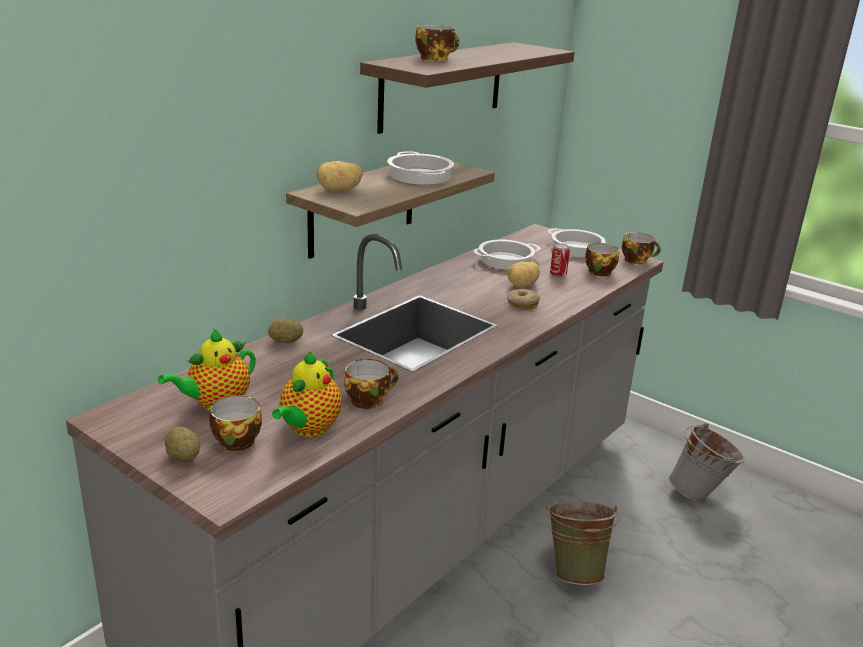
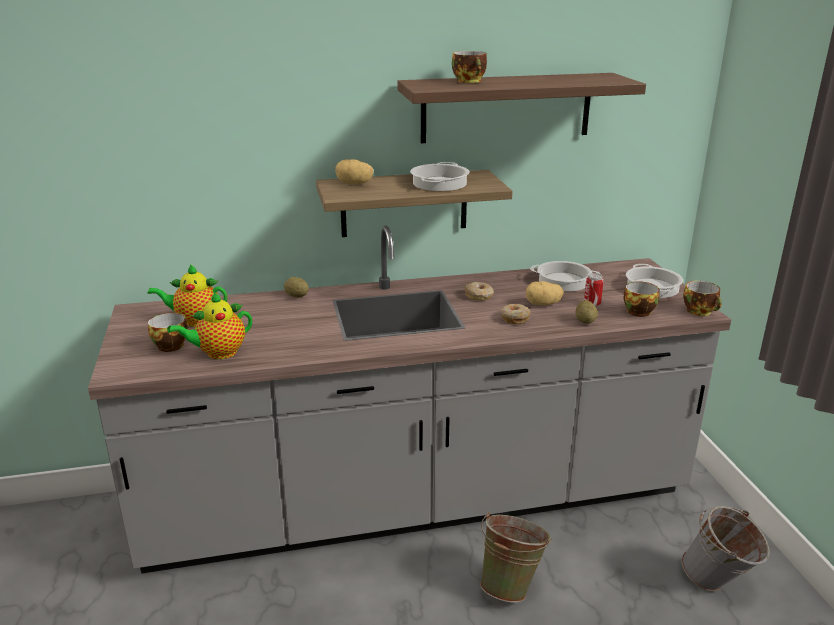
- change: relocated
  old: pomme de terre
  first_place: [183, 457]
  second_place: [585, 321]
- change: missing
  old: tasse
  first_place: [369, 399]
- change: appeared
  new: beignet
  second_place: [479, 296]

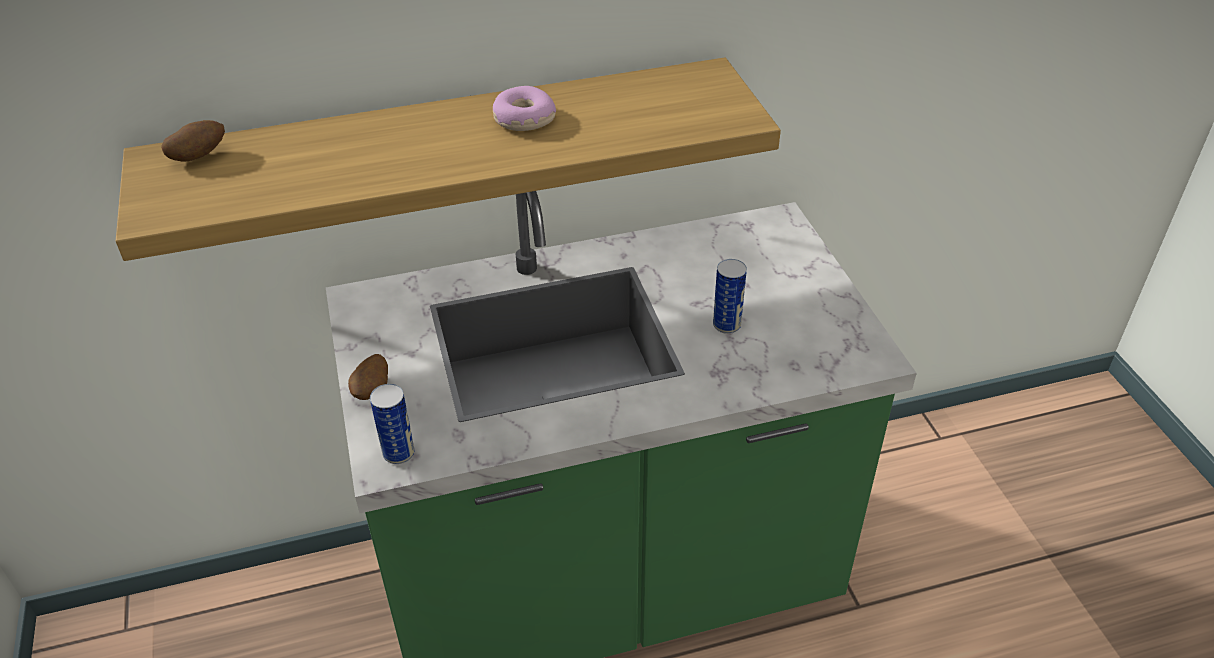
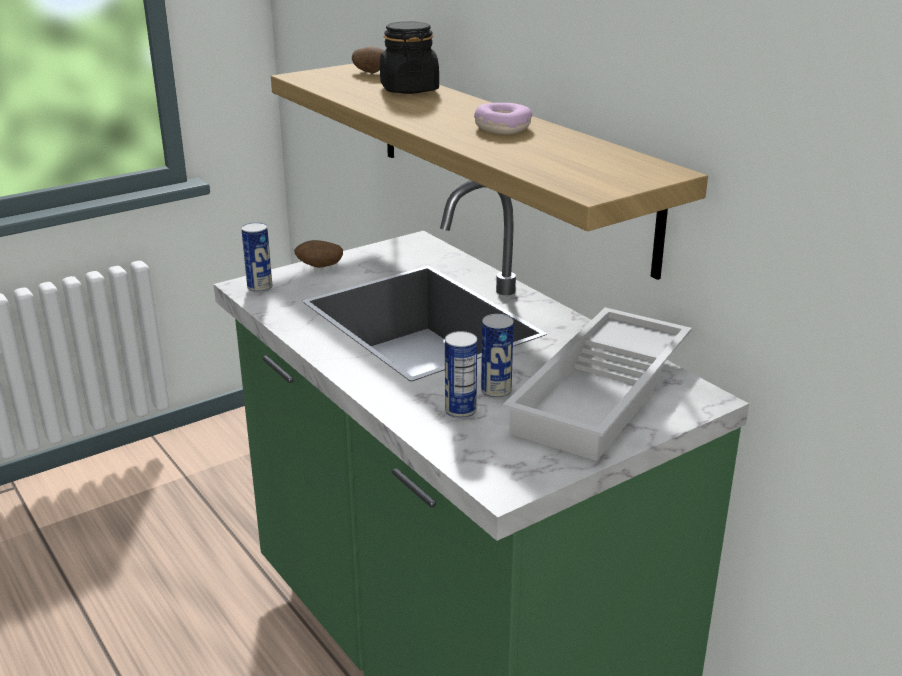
- change: appeared
  new: bocal/noir
  second_place: [409, 89]
- change: appeared
  new: boîte métallique
  second_place: [460, 411]
- change: appeared
  new: plateau/blanc
  second_place: [604, 394]

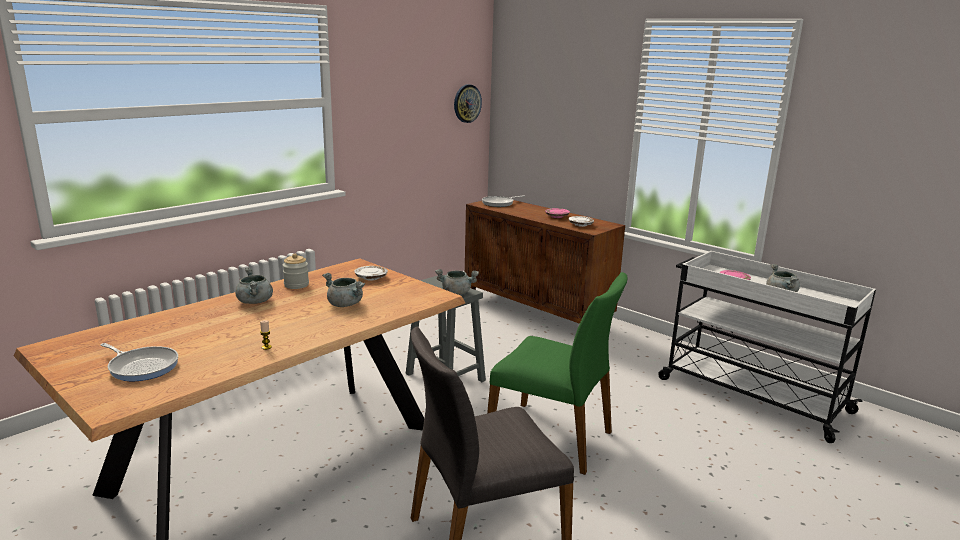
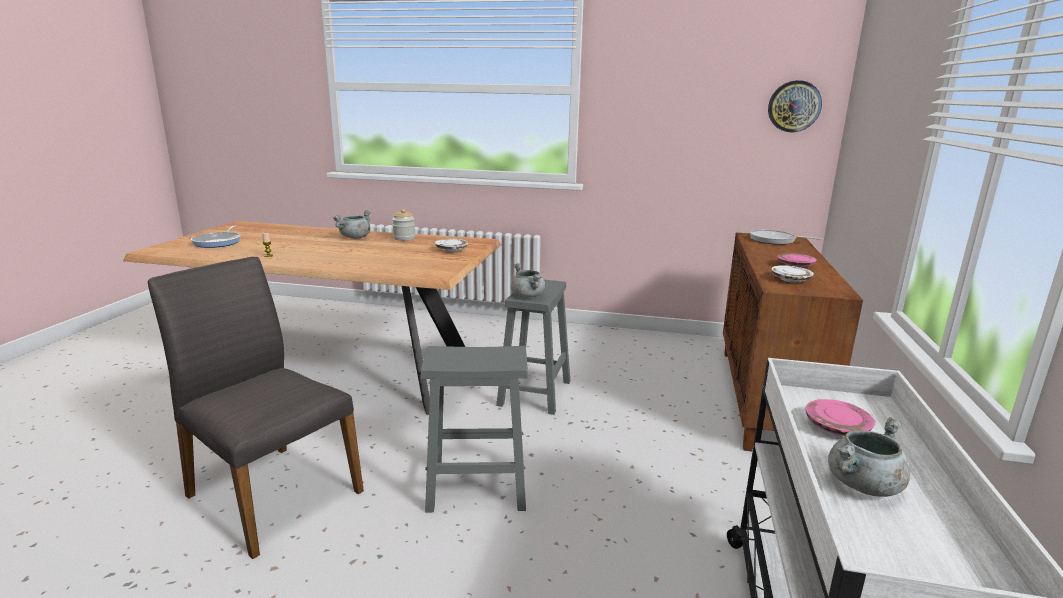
- change: missing
  old: marmite/gris
  first_place: [345, 304]
- change: exchanged
  old: chaise/vert
  new: tabouret/gris
  first_place: [552, 438]
  second_place: [475, 487]

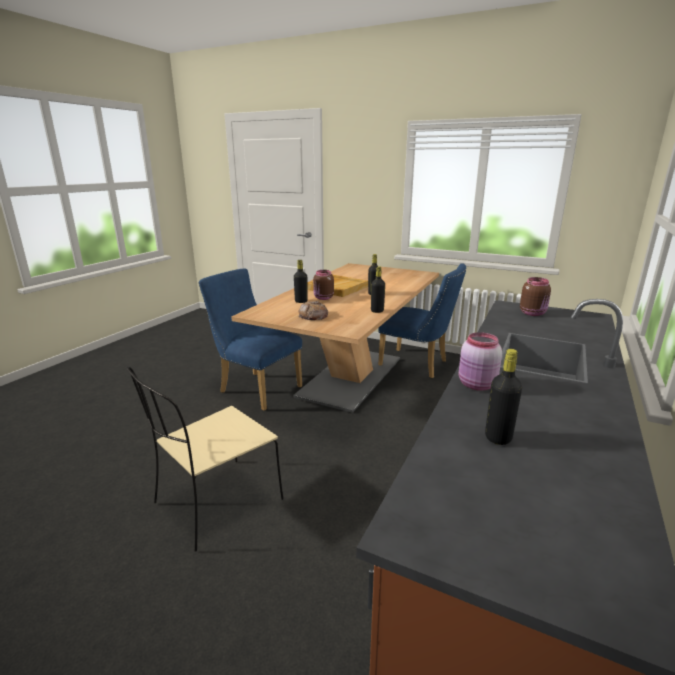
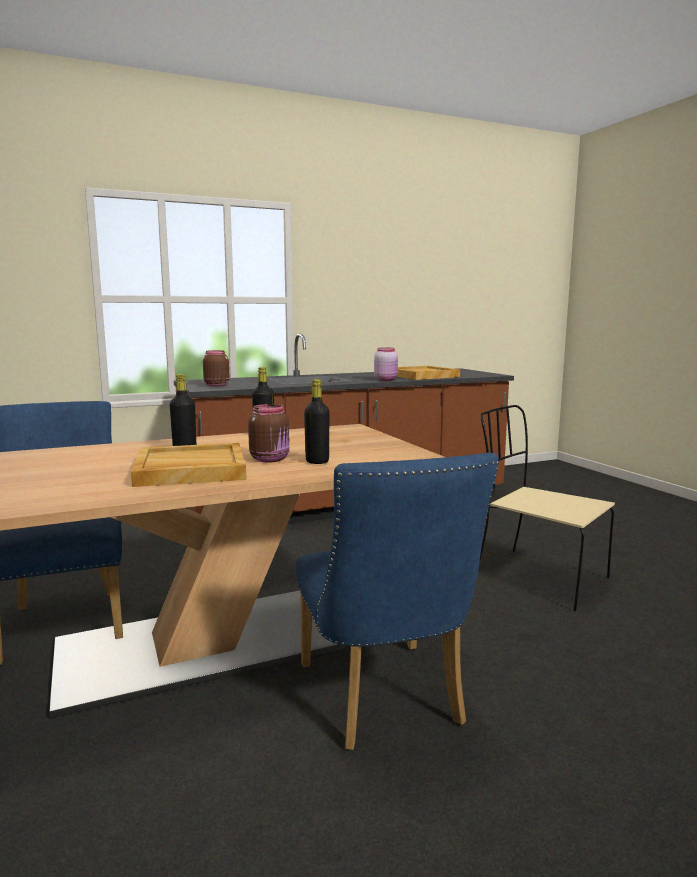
- change: spun
  old: chaise/beige
  first_place: [216, 503]
  second_place: [537, 577]
  degrees: -135
- change: missing
  old: pain
  first_place: [313, 315]
- change: exchanged
  old: bouteille/noir
  new: plateau/beige
  first_place: [498, 437]
  second_place: [421, 376]

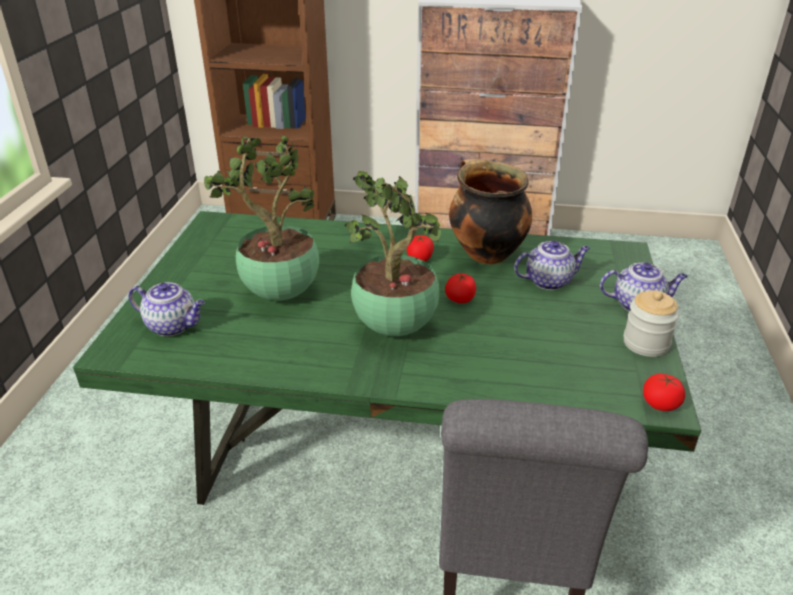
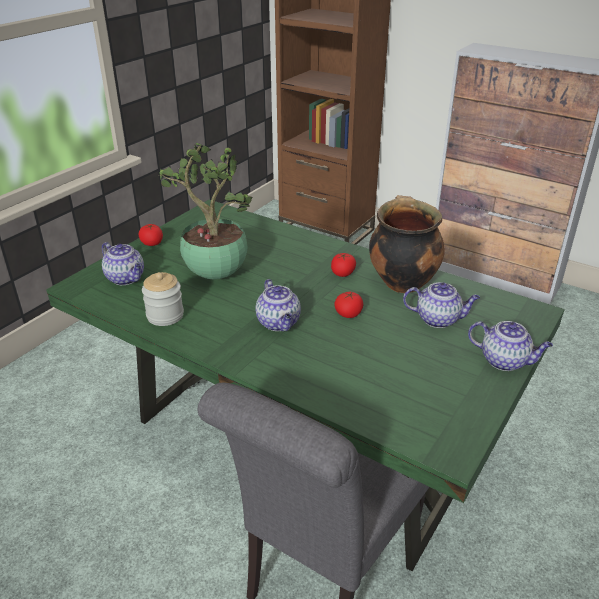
- change: exchanged
  old: plante en pot
  new: théière
  first_place: [397, 328]
  second_place: [279, 323]
- change: relocated
  old: bocal
  first_place: [646, 343]
  second_place: [165, 316]
- change: relocated
  old: tomate
  first_place: [660, 404]
  second_place: [152, 243]

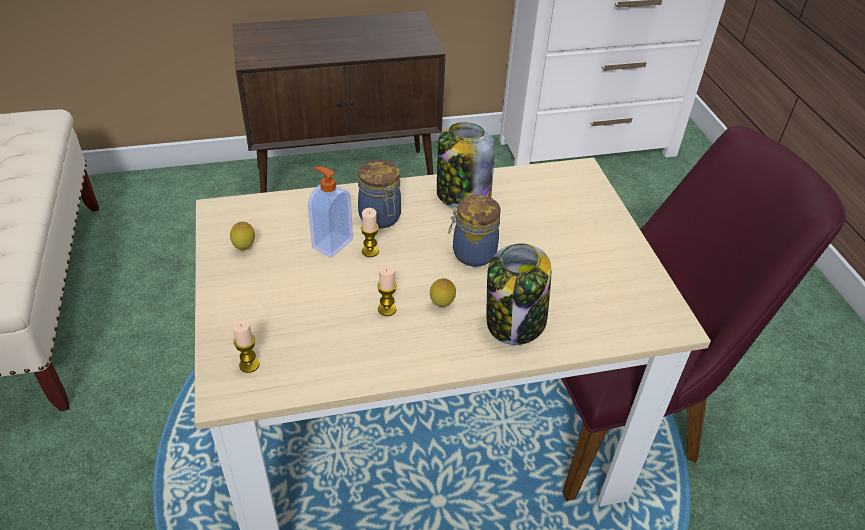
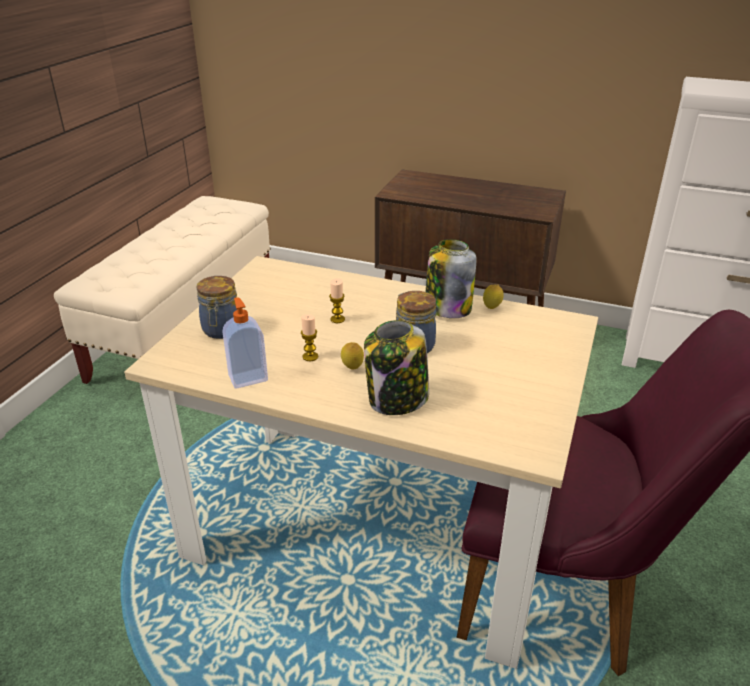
- change: relocated
  old: citron
  first_place: [245, 248]
  second_place: [491, 308]
- change: missing
  old: bougie
  first_place: [249, 365]
- change: relocated
  old: distributeur de savon
  first_place: [331, 243]
  second_place: [248, 377]
- change: relocated
  old: bocal
  first_place: [380, 218]
  second_place: [221, 331]

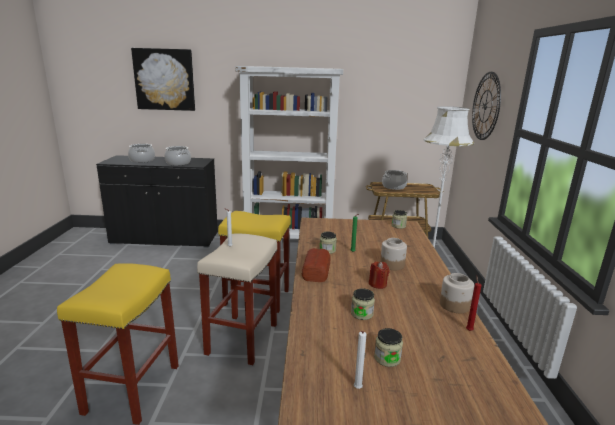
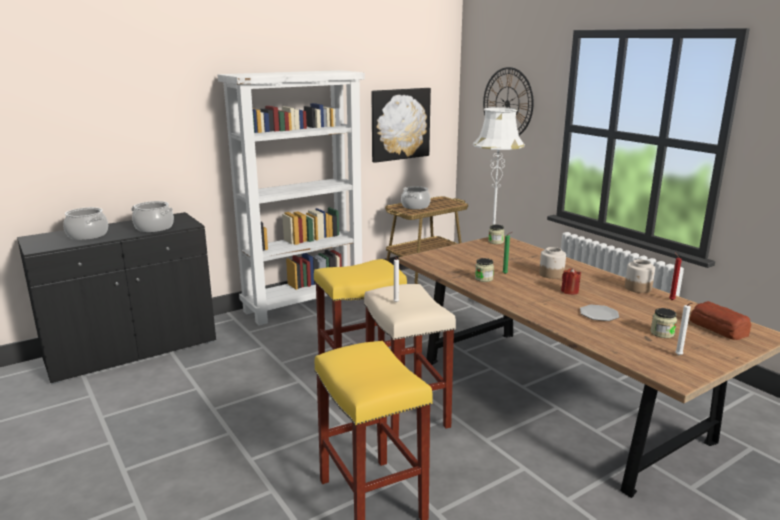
- change: relocated
  old: tableau
  first_place: [164, 79]
  second_place: [400, 124]
- change: relocated
  old: pain
  first_place: [316, 271]
  second_place: [718, 327]
- change: exchanged
  old: bocal
  new: assiette
  first_place: [362, 314]
  second_place: [599, 314]

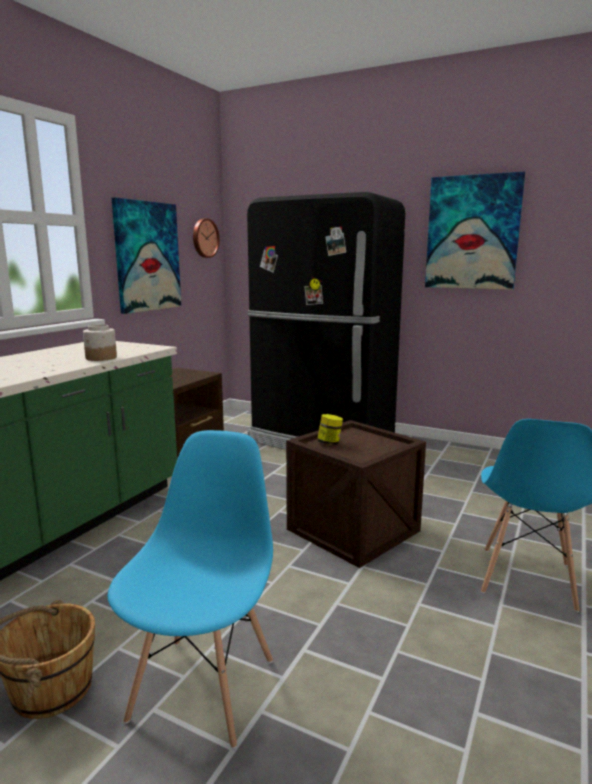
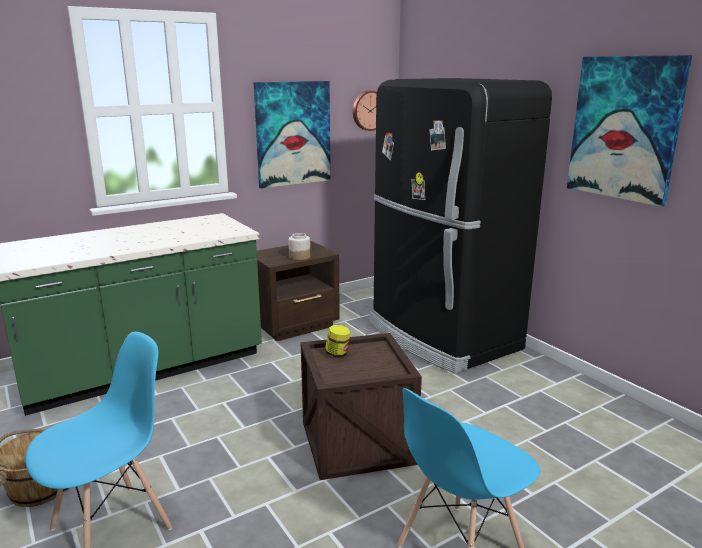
- change: relocated
  old: bocal
  first_place: [101, 358]
  second_place: [299, 257]

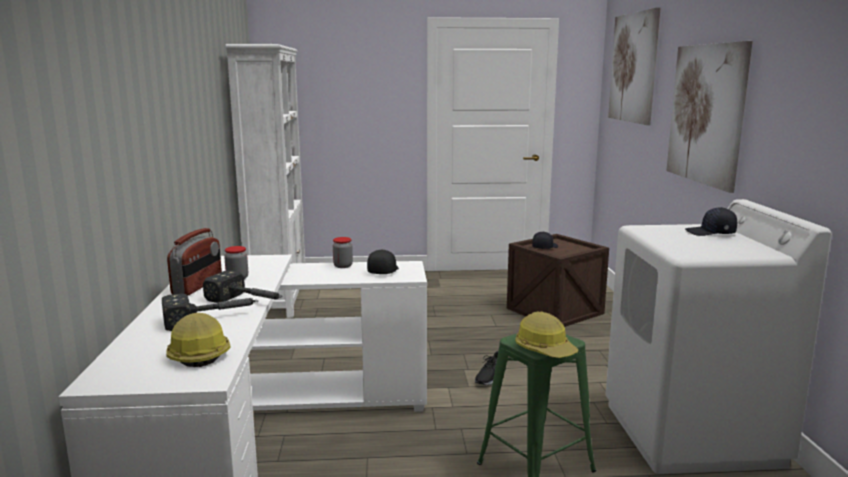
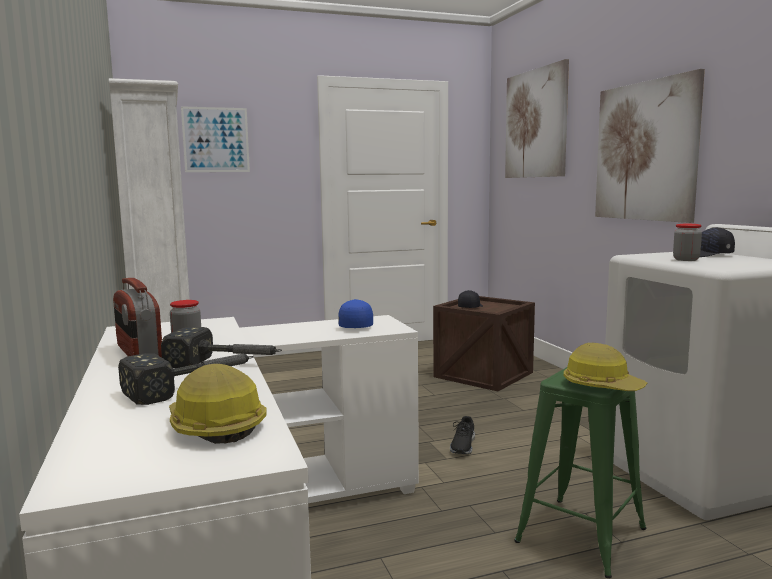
- change: spun
  old: radio
  first_place: [198, 285]
  second_place: [138, 354]
  degrees: 150
- change: relocated
  old: bocal
  first_place: [343, 266]
  second_place: [686, 260]
- change: colour
  old: casquette/noir
  new: casquette/bleu
  first_place: [383, 271]
  second_place: [355, 326]
- change: appeared
  new: tableau
  second_place: [216, 140]

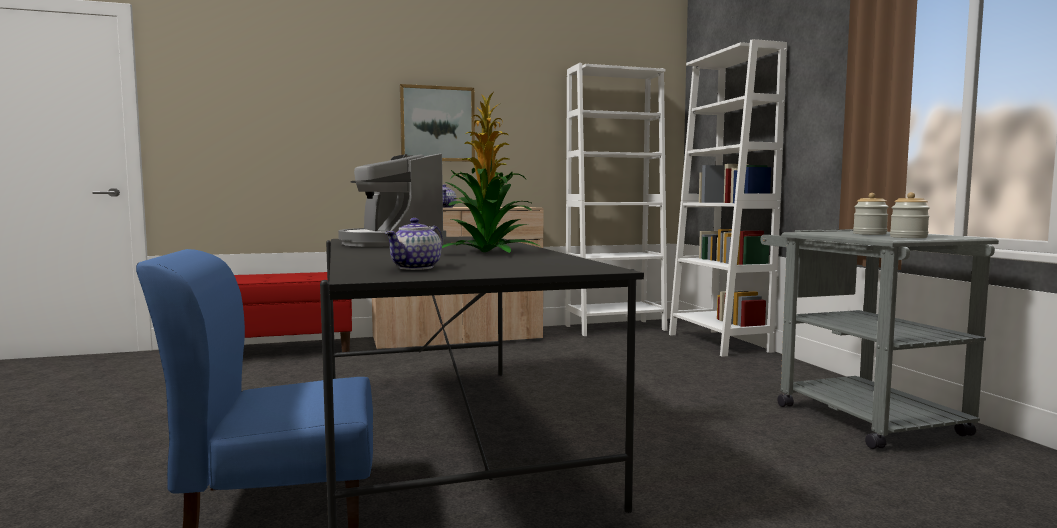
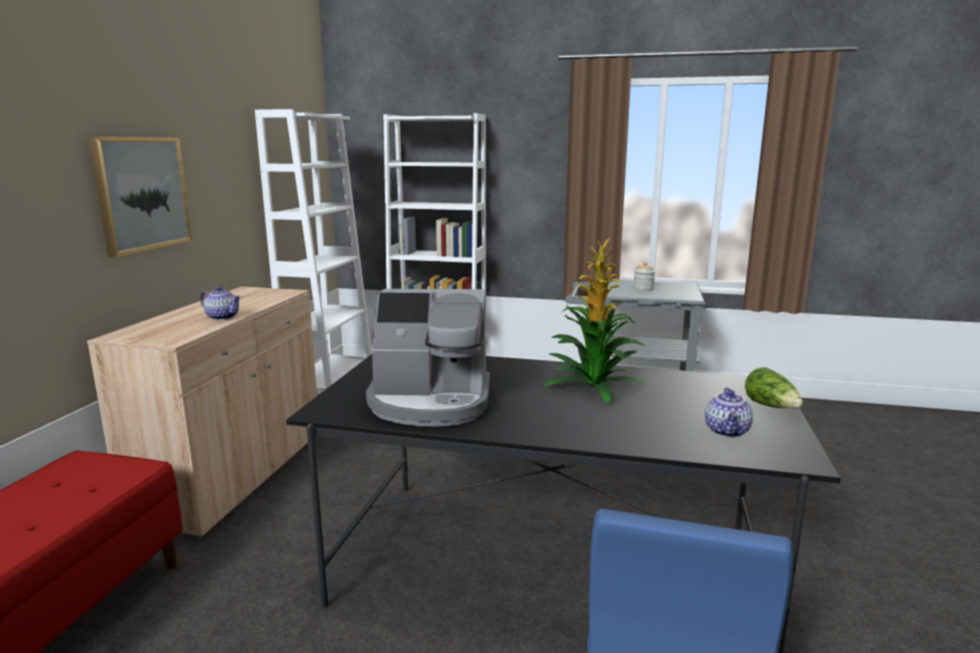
- change: spun
  old: théière
  first_place: [416, 268]
  second_place: [728, 431]
  degrees: 45
- change: missing
  old: bocal
  first_place: [908, 237]
- change: appeared
  new: laitue
  second_place: [771, 407]

